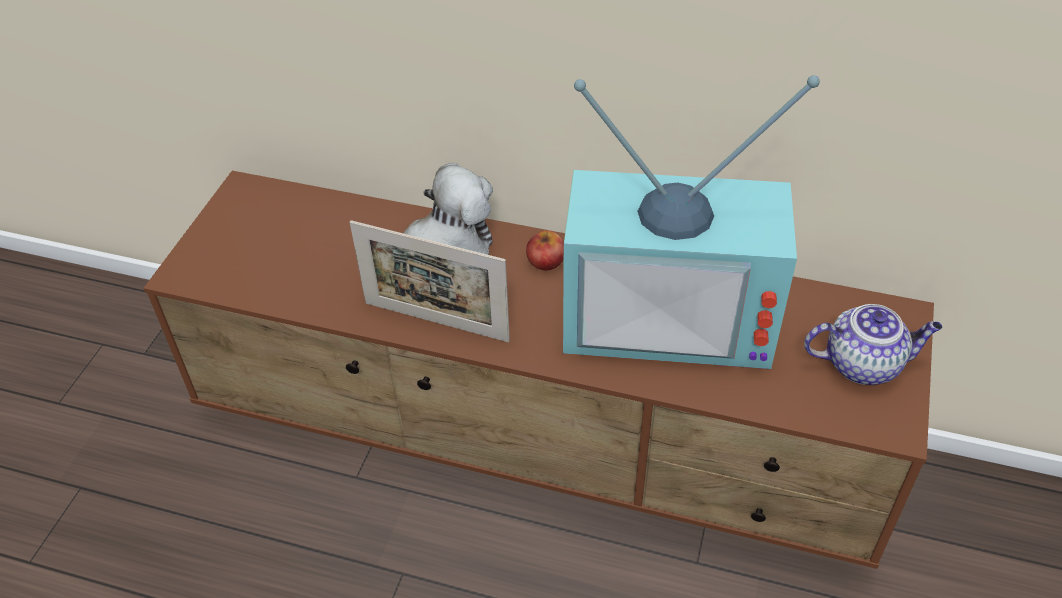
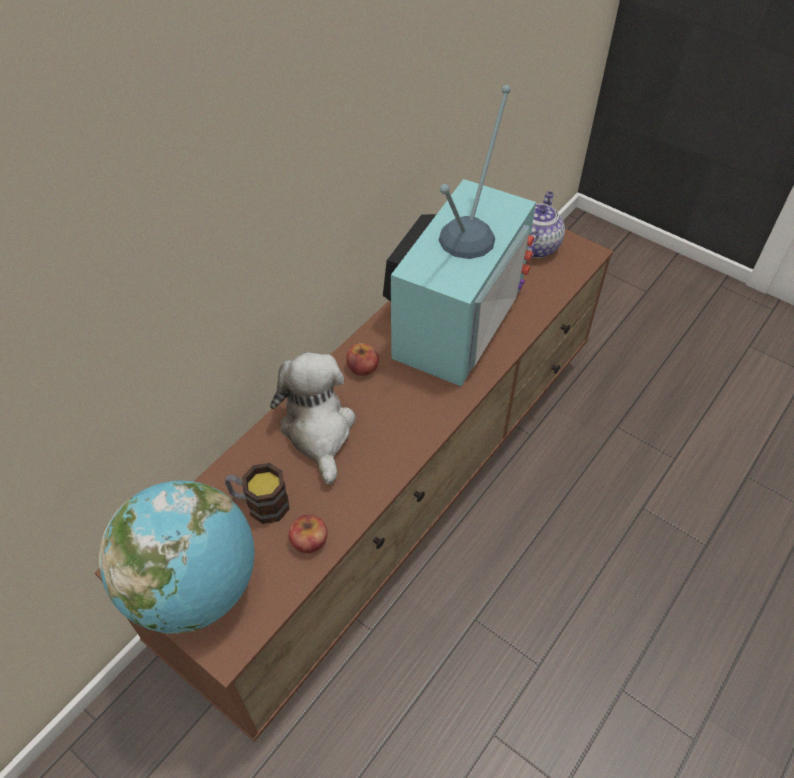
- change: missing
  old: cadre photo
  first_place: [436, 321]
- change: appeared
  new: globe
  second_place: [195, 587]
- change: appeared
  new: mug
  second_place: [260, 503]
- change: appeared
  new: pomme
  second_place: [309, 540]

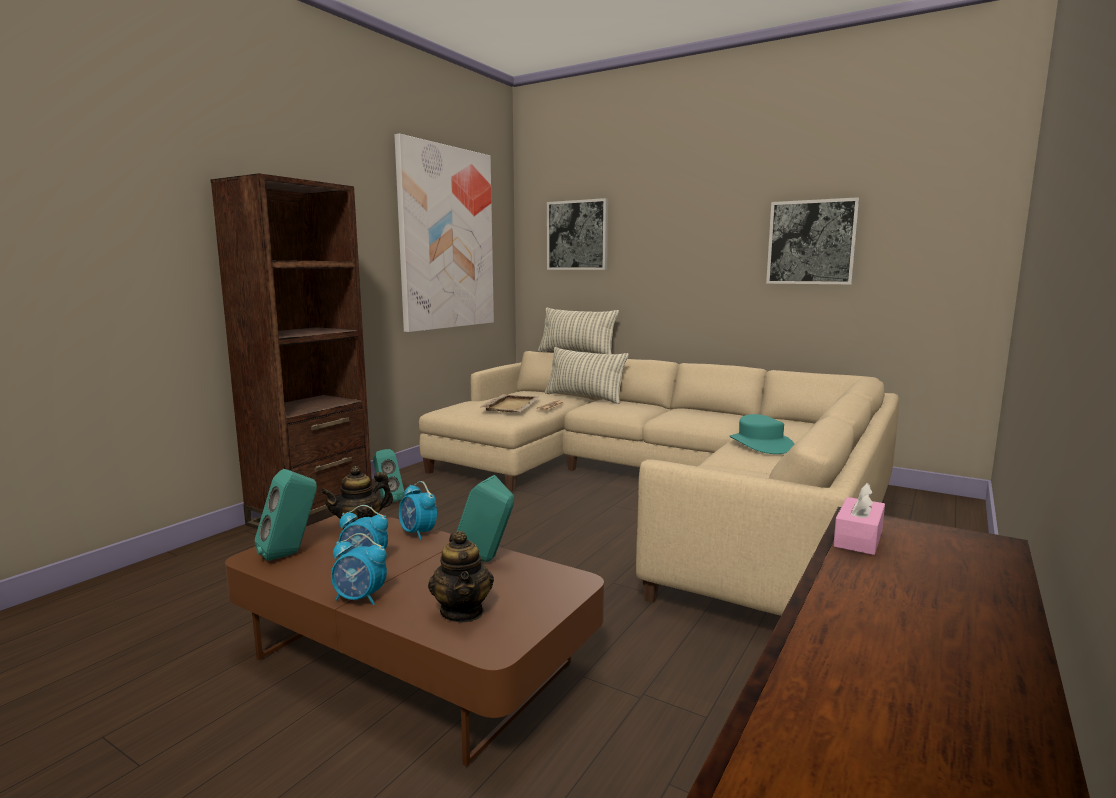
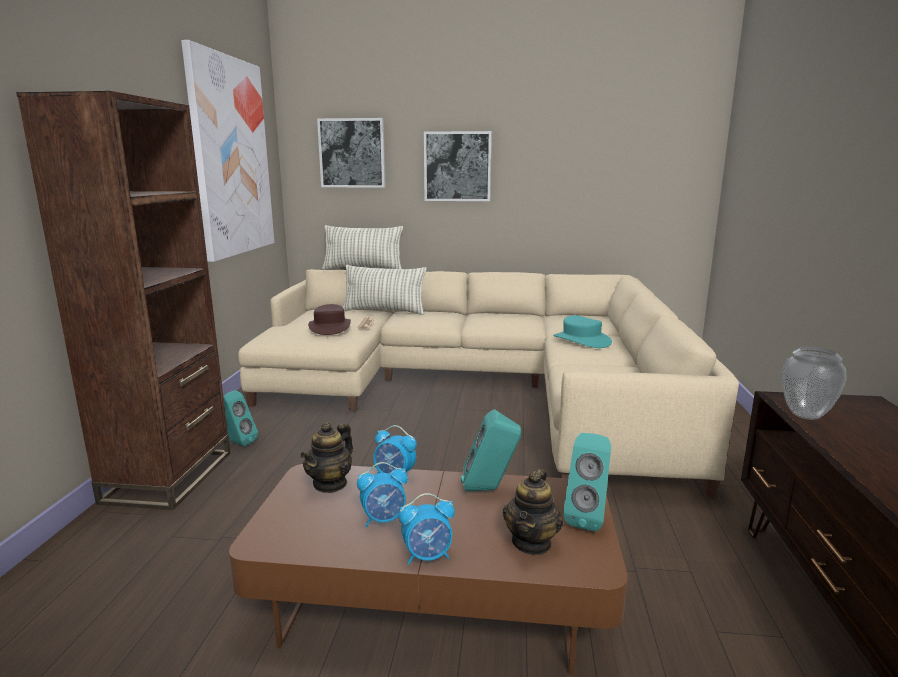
- change: relocated
  old: enceinte/turquoise
  first_place: [290, 554]
  second_place: [587, 518]
- change: spun
  old: théière
  first_place: [462, 612]
  second_place: [532, 542]
  degrees: 60
- change: exchanged
  old: plateau/beige
  new: chapeau/marron
  first_place: [511, 405]
  second_place: [330, 327]
- change: relocated
  old: tableau
  first_place: [811, 242]
  second_place: [457, 166]
- change: exchanged
  old: boîte à mouchoirs/rose
  new: vase
  first_place: [858, 538]
  second_place: [804, 415]

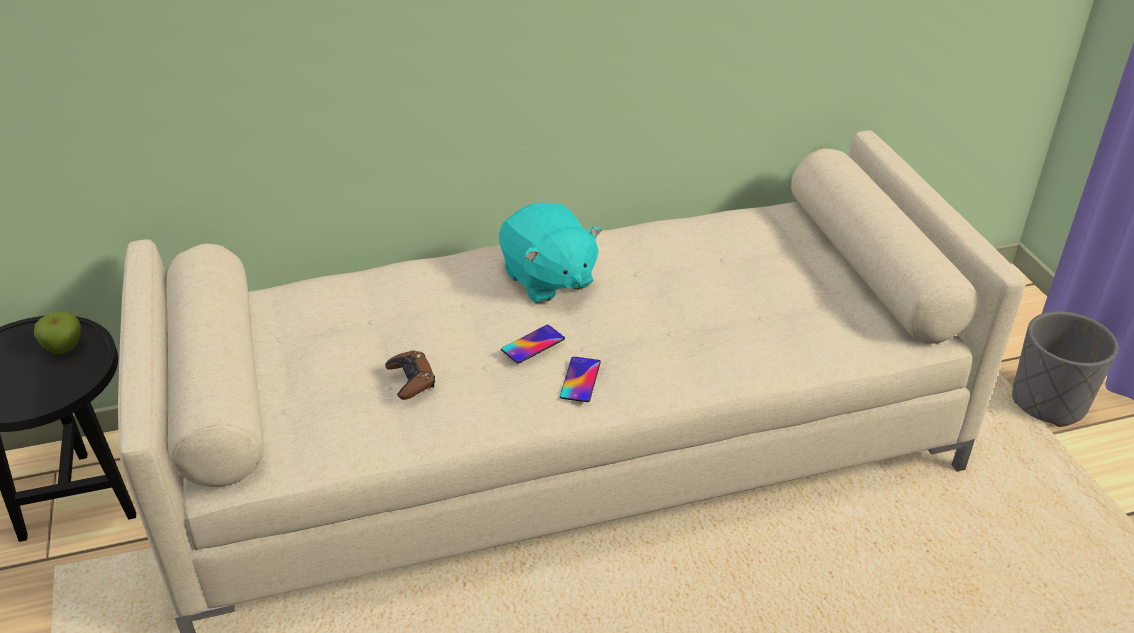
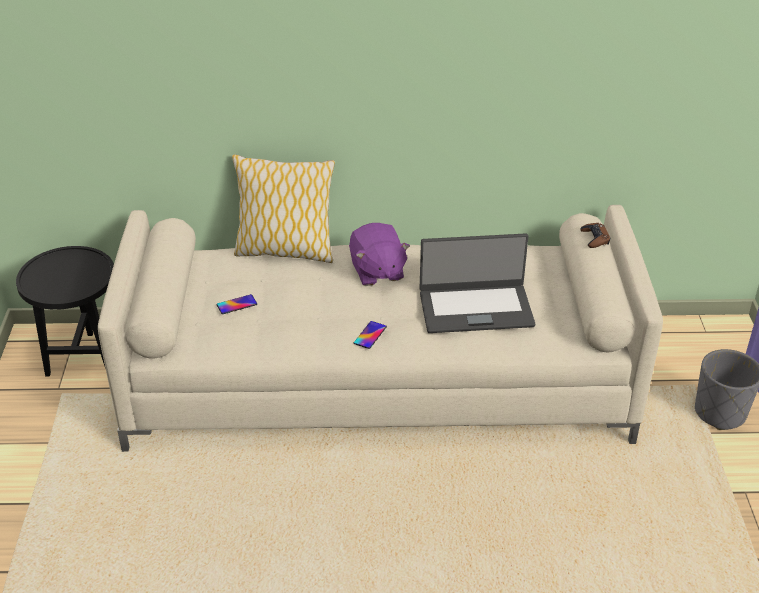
- change: missing
  old: pomme
  first_place: [64, 348]
- change: relocated
  old: manette/marron
  first_place: [411, 379]
  second_place: [595, 238]
- change: colour
  old: peluche/turquoise
  new: peluche/violet
  first_place: [548, 279]
  second_place: [377, 271]
- change: relocated
  old: téléphone
  first_place: [533, 344]
  second_place: [237, 304]
- change: appeared
  new: coussin
  second_place: [285, 251]
- change: appeared
  new: ordinateur portable
  second_place: [475, 308]

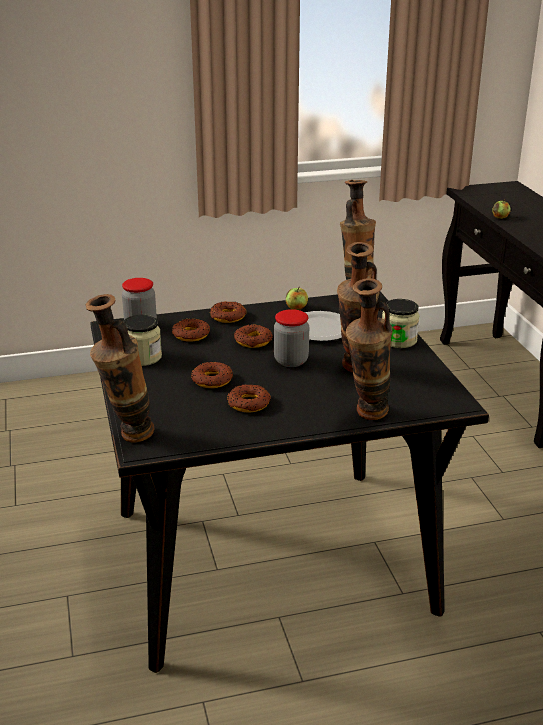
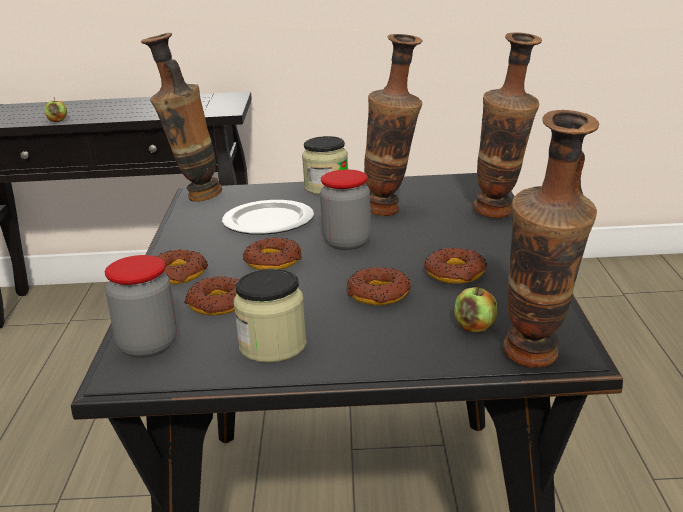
- change: relocated
  old: pomme
  first_place: [296, 308]
  second_place: [475, 327]

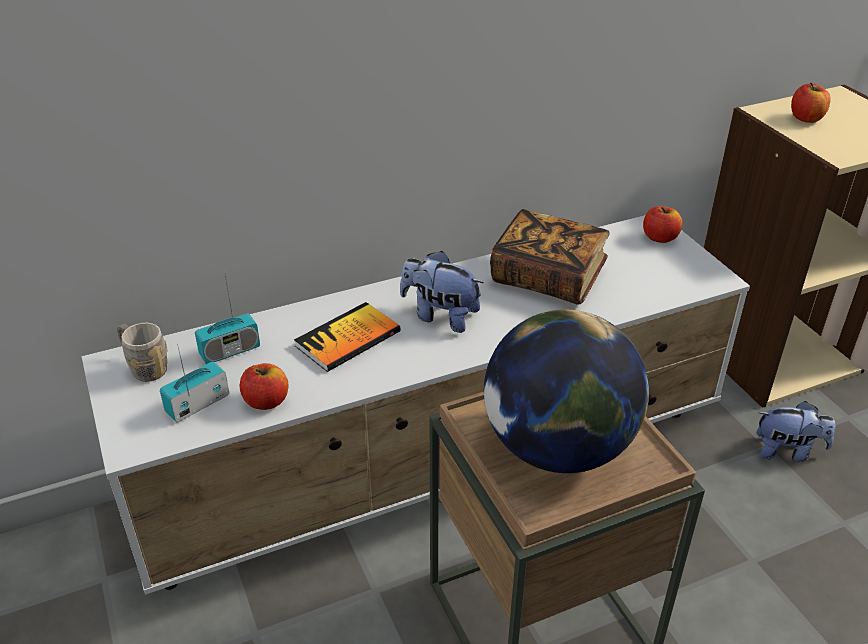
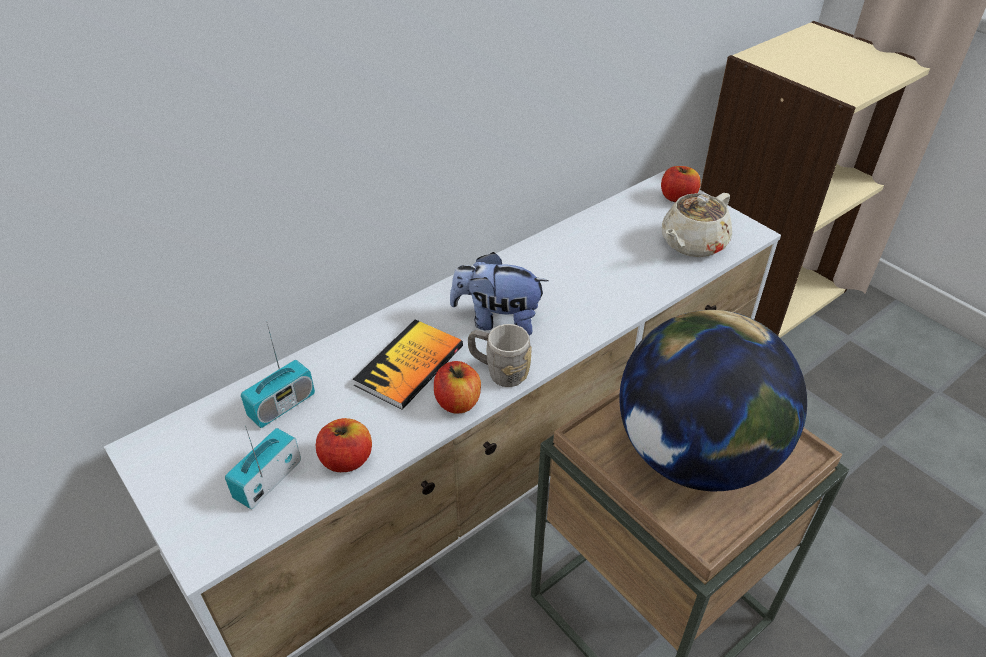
- change: relocated
  old: mug/gris
  first_place: [145, 367]
  second_place: [499, 371]
- change: missing
  old: livre
  first_place: [548, 277]
- change: missing
  old: peluche
  first_place: [787, 451]
- change: relocated
  old: pomme
  first_place: [806, 118]
  second_place: [458, 402]
- change: appeared
  new: théière/beige
  second_place: [692, 244]

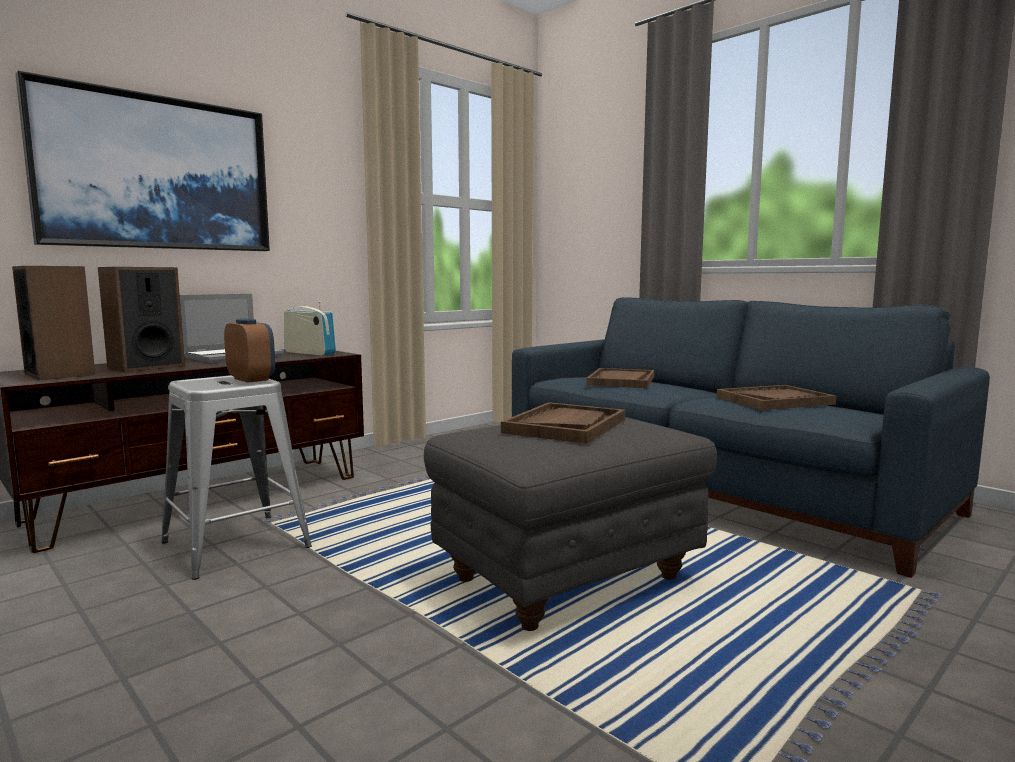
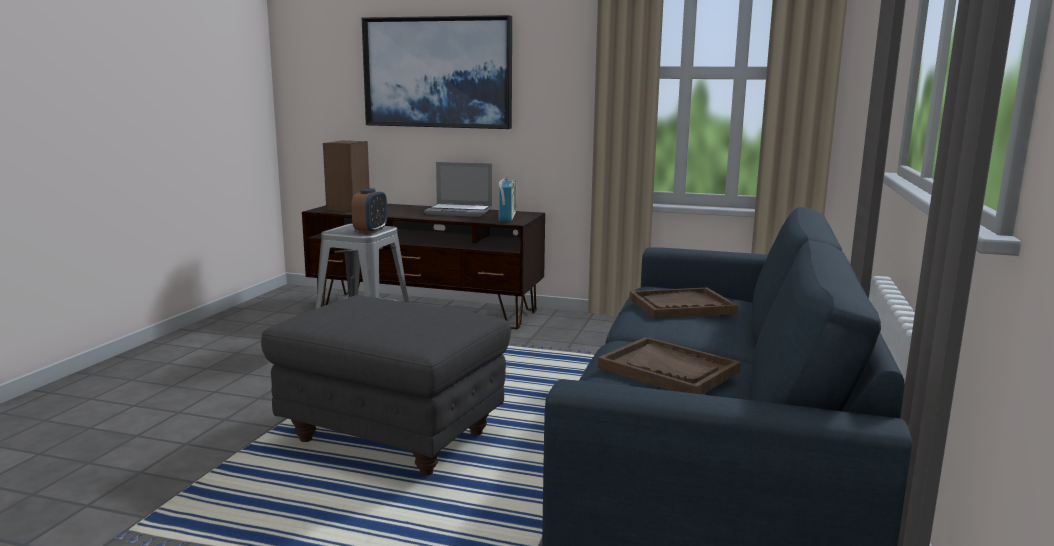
- change: missing
  old: enceinte
  first_place: [146, 367]
- change: missing
  old: plateau/marron
  first_place: [565, 426]

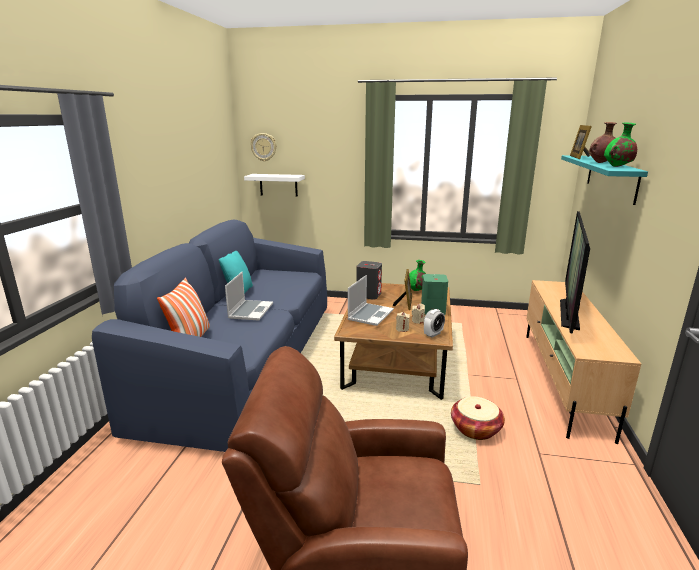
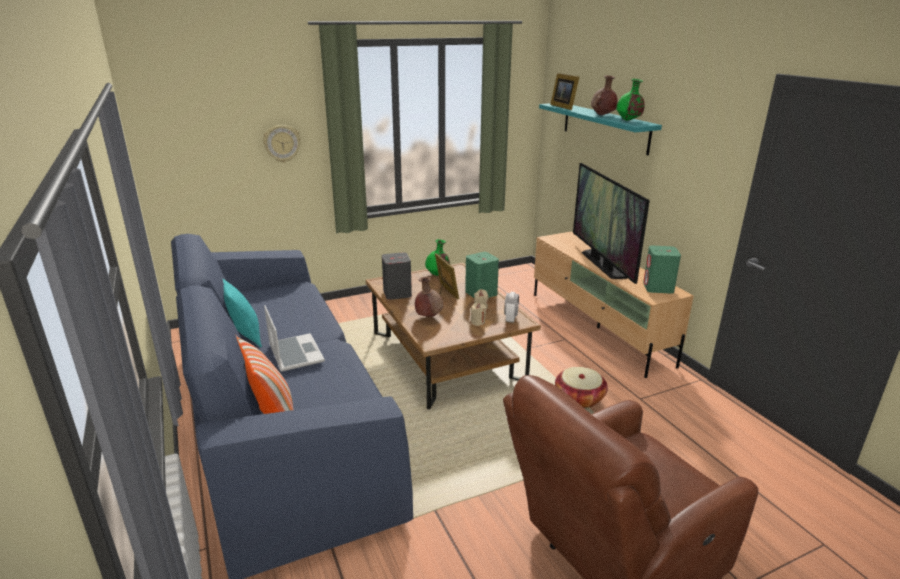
- change: missing
  old: étagère/blanc
  first_place: [278, 185]
- change: relocated
  old: horloge murale
  first_place: [264, 147]
  second_place: [282, 143]
- change: exchanged
  old: ordinateur portable
  new: vase/marron
  first_place: [370, 315]
  second_place: [428, 316]
- change: appeared
  new: enceinte/vert
  second_place: [658, 288]

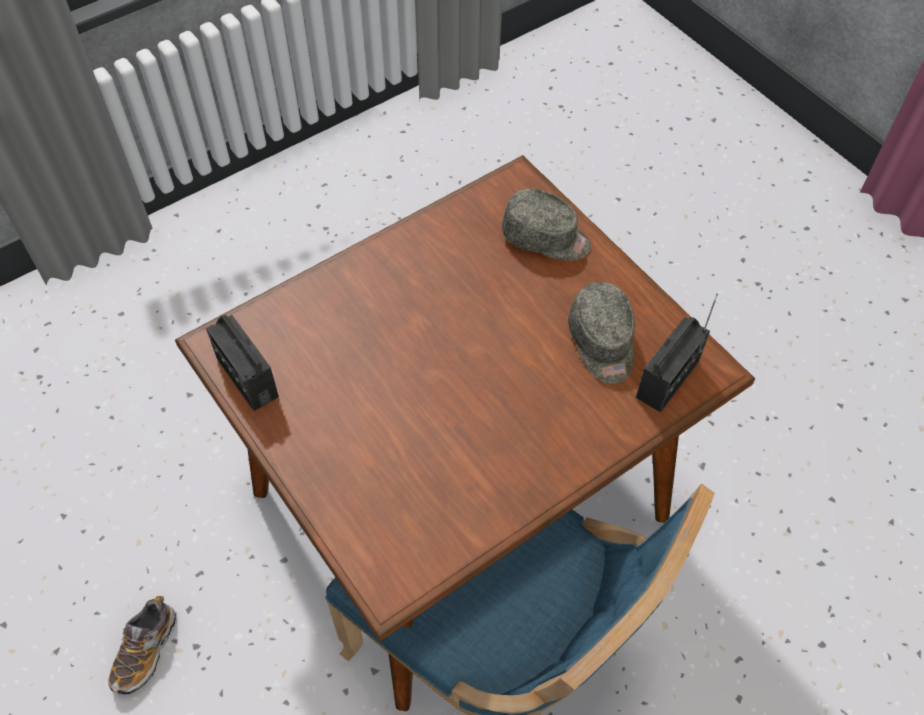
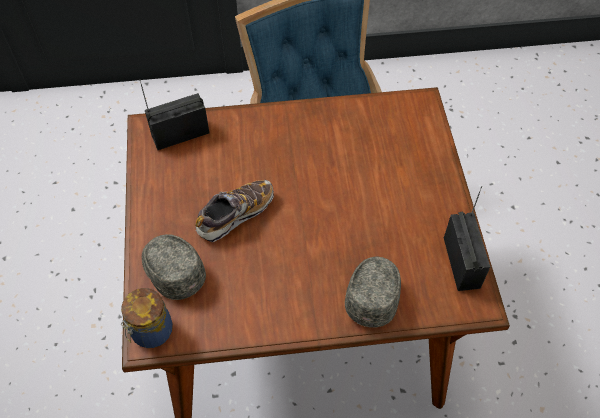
- change: relocated
  old: chaussure
  first_place: [146, 651]
  second_place: [235, 215]
- change: relocated
  old: casquette/gris
  first_place: [602, 343]
  second_place: [374, 293]
- change: appeared
  new: bocal
  second_place: [150, 332]

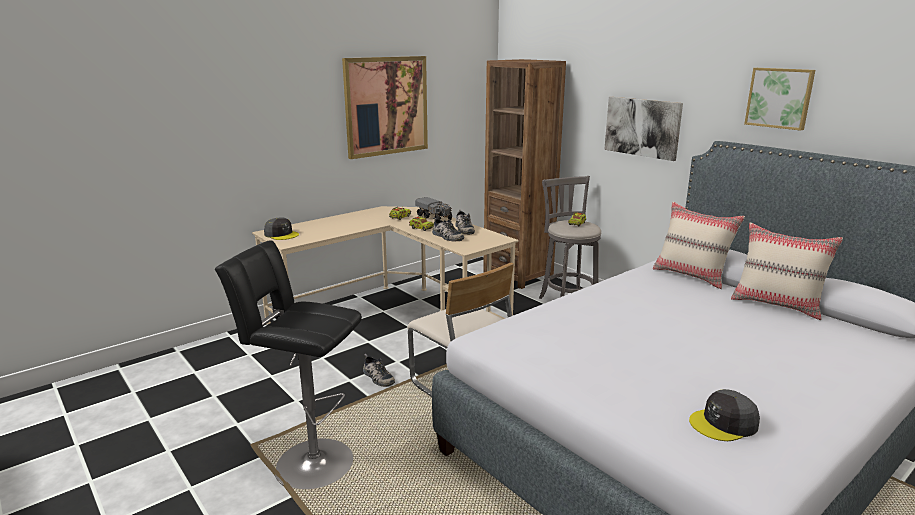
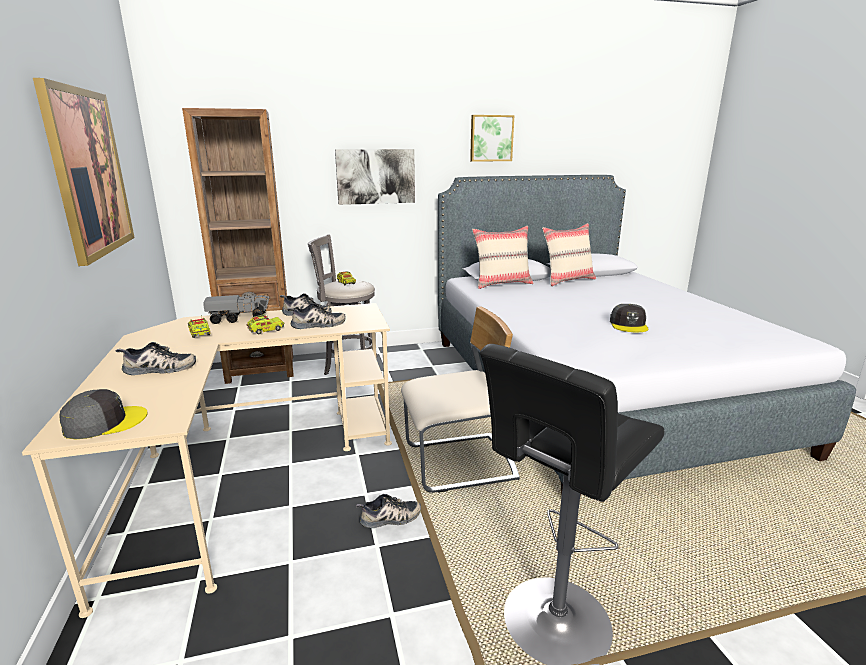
- change: relocated
  old: casquette/gris
  first_place: [724, 423]
  second_place: [628, 325]
- change: appeared
  new: chaussure
  second_place: [159, 369]

